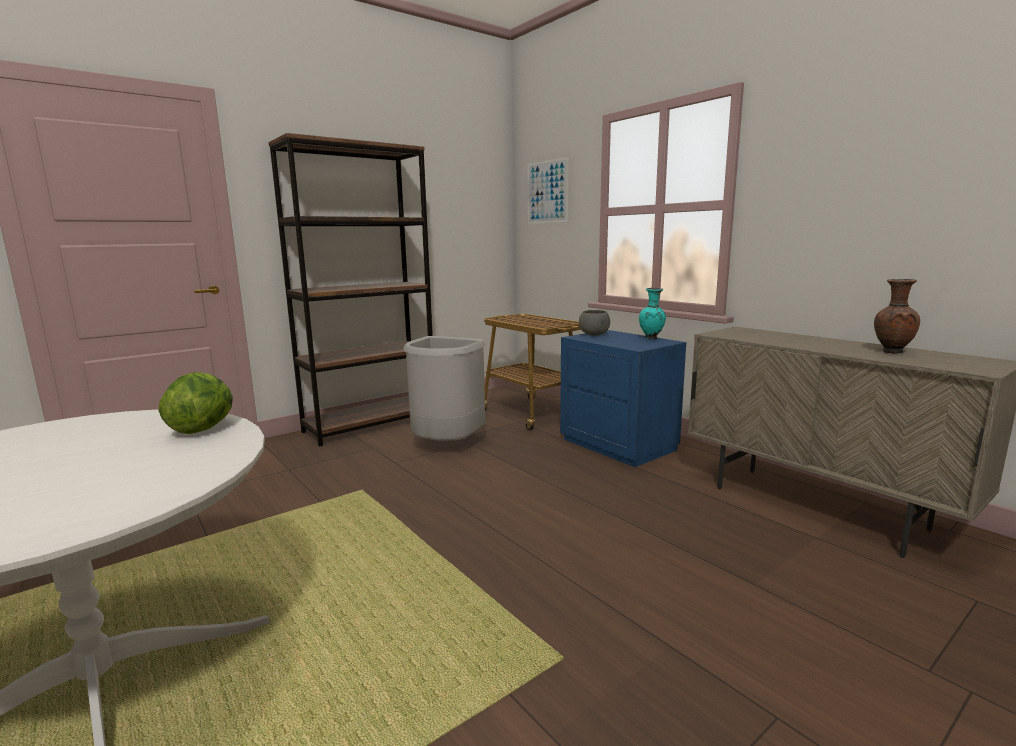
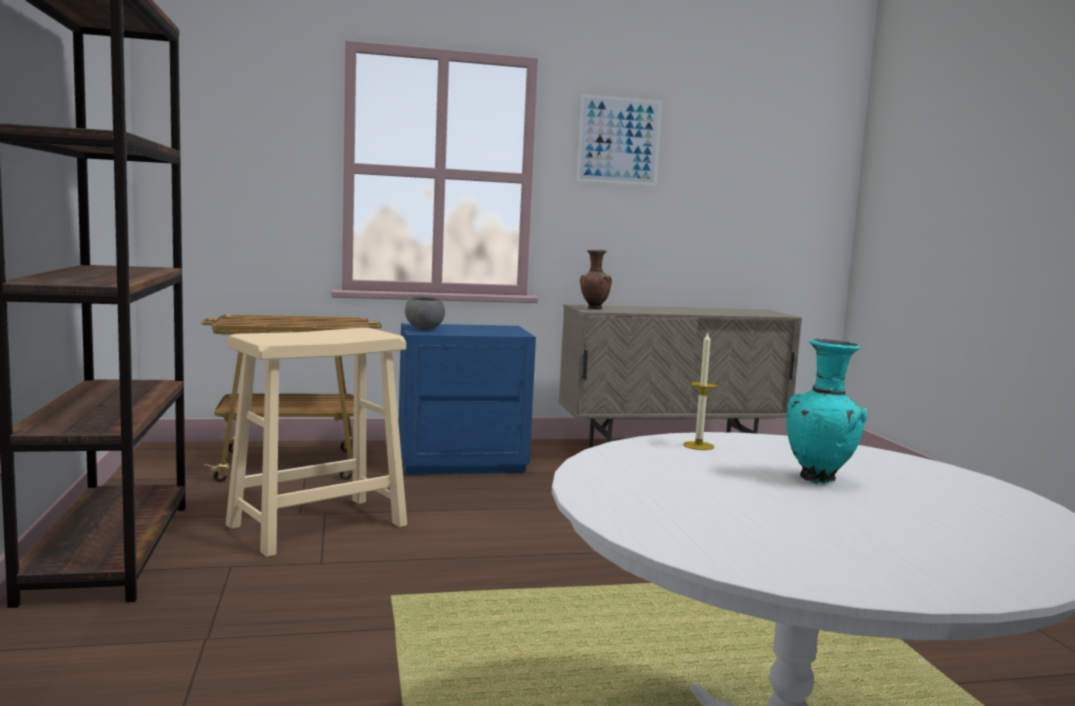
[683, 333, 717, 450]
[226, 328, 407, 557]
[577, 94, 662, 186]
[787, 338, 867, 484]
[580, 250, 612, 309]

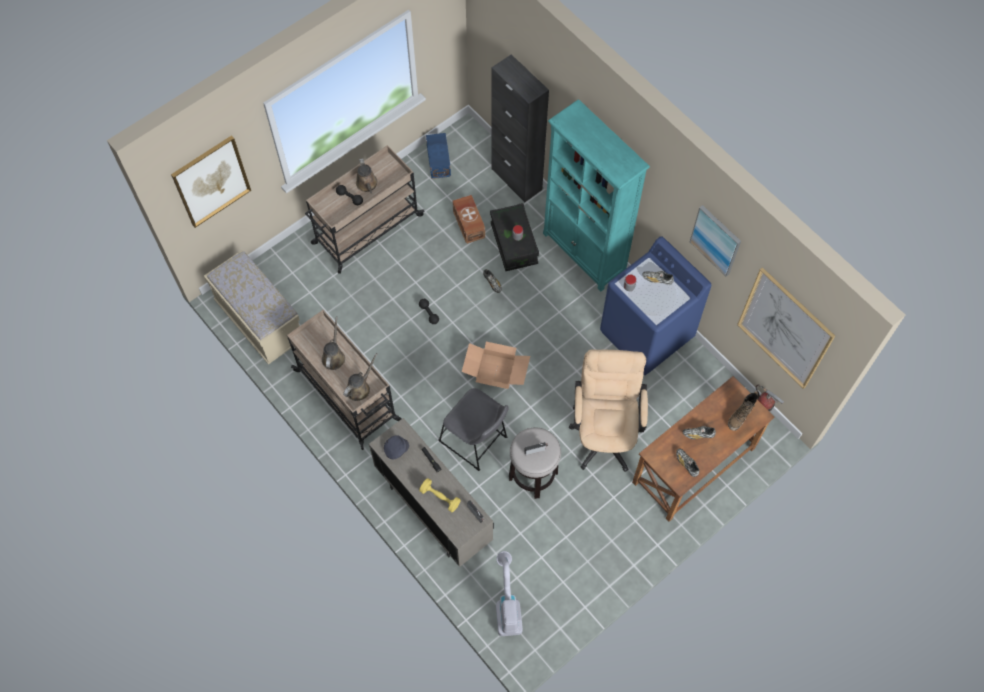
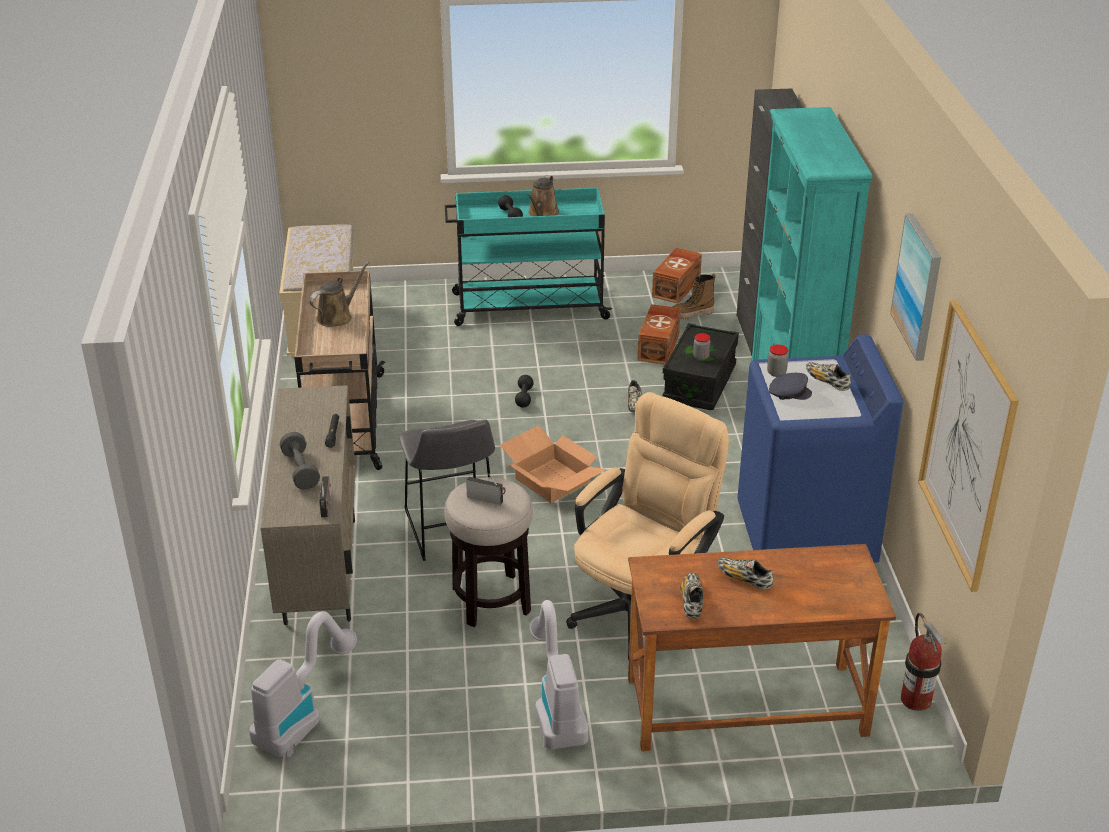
[171, 135, 251, 228] (first image)
[445, 188, 612, 326]
[343, 353, 377, 401] (first image)
[769, 373, 812, 400]
[280, 432, 320, 490]
[652, 248, 702, 304]
[673, 273, 716, 319]
[529, 600, 588, 749]

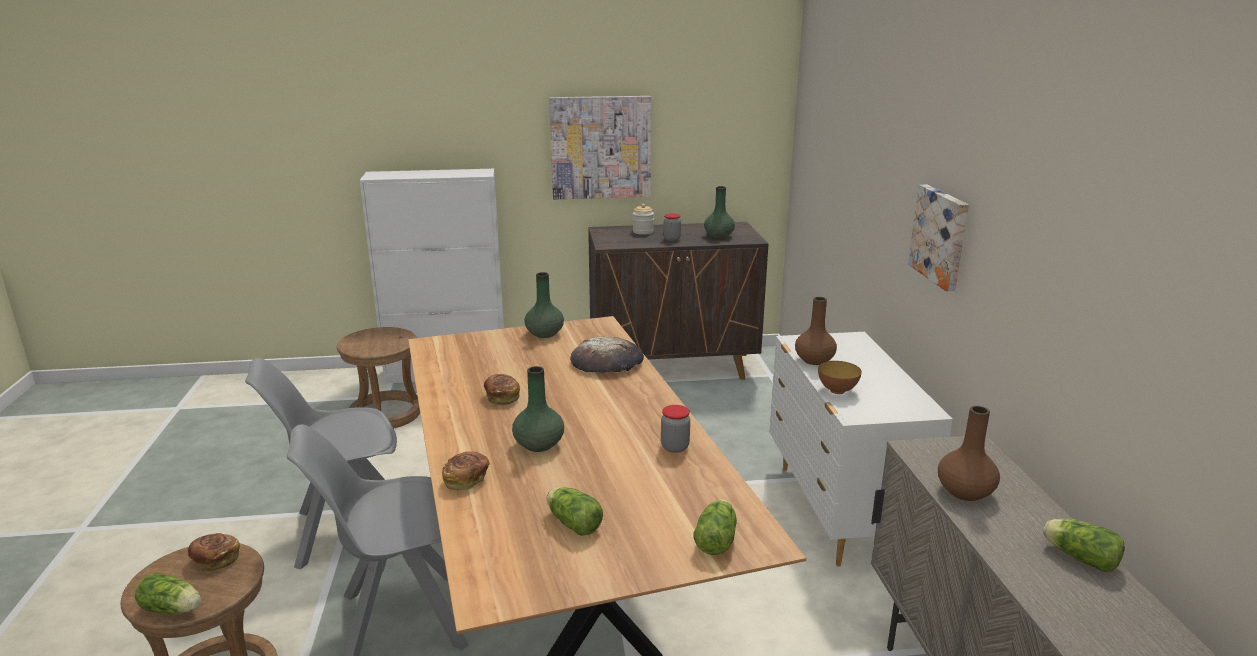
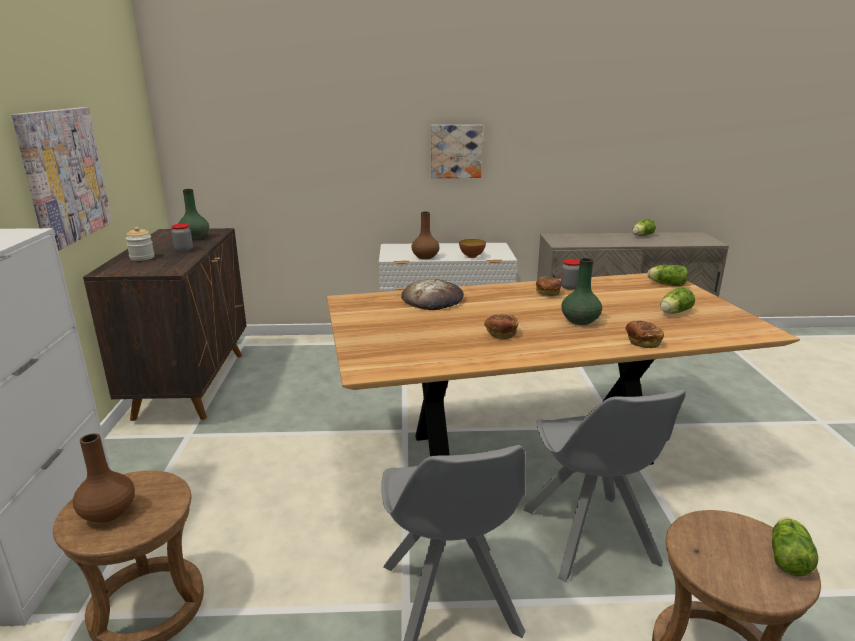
[535, 276, 561, 296]
[525, 272, 564, 338] (first image)
[73, 433, 135, 523]

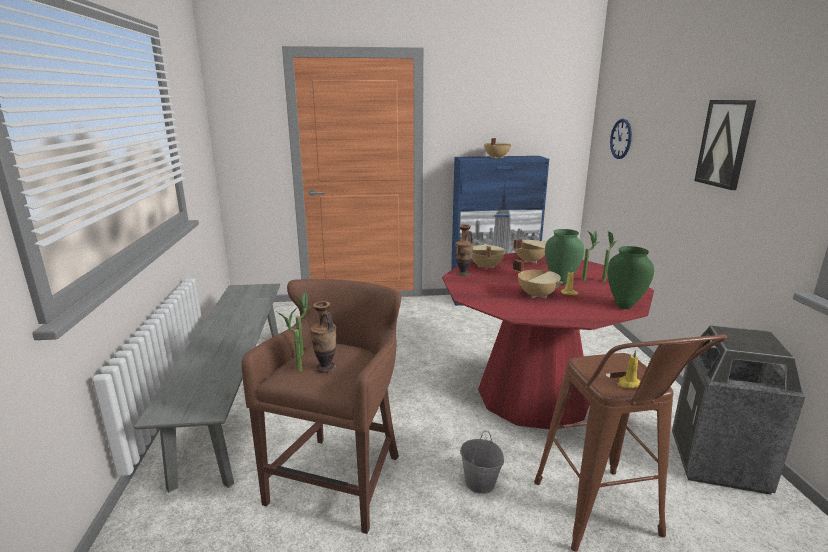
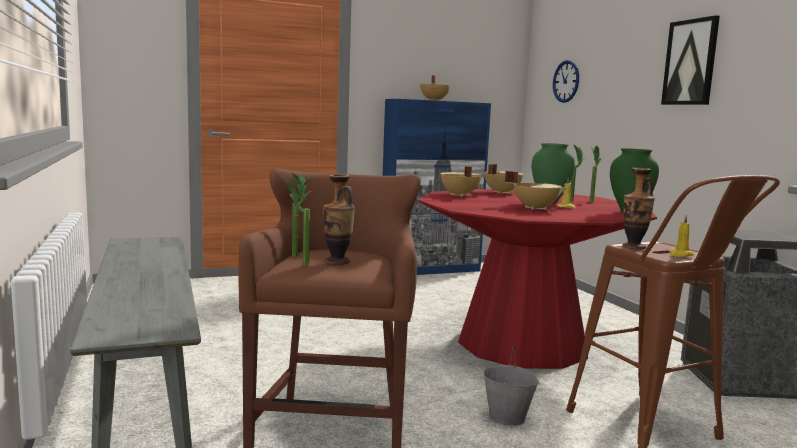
[622, 168, 655, 250]

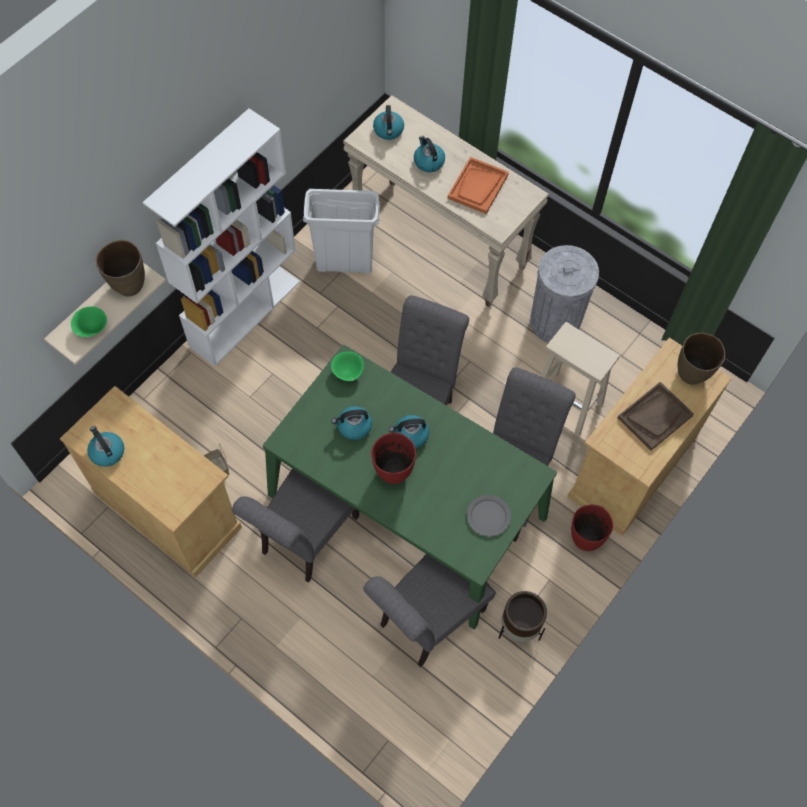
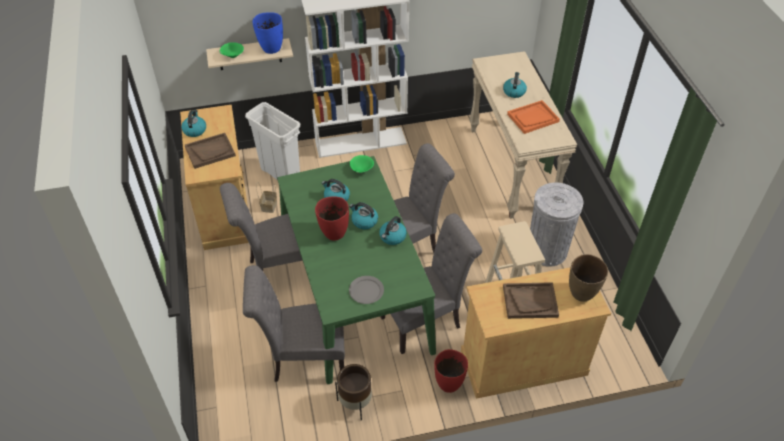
[252, 12, 283, 54]
[245, 102, 300, 180]
[379, 216, 407, 245]
[185, 133, 236, 169]

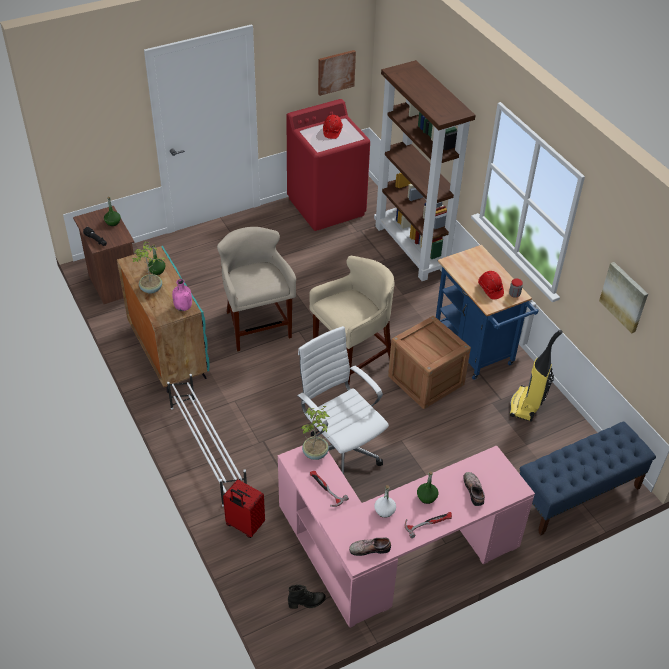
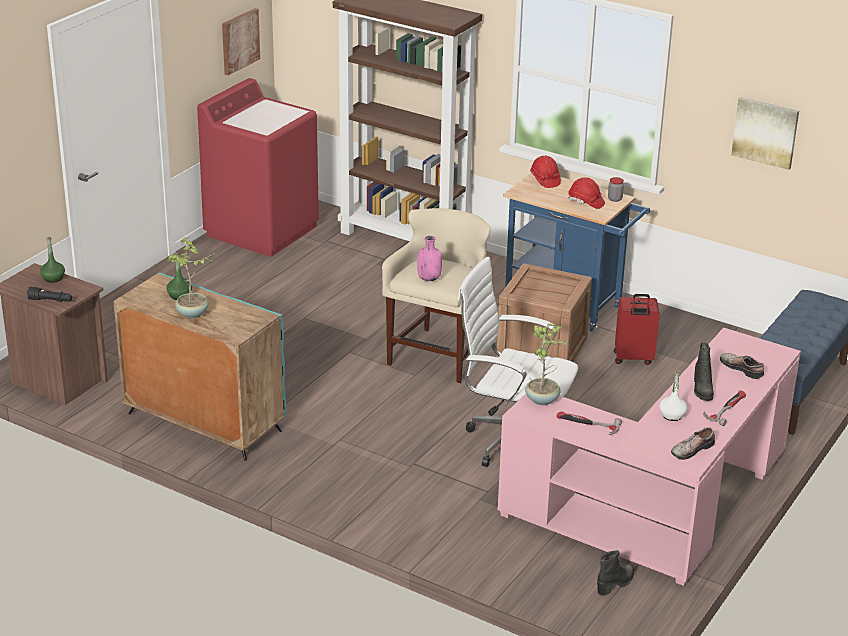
[167, 374, 247, 506] (first image)
[417, 236, 442, 281]
[217, 227, 296, 352] (first image)
[614, 294, 660, 365]
[530, 156, 561, 188]
[694, 342, 714, 401]
[509, 330, 562, 421] (first image)

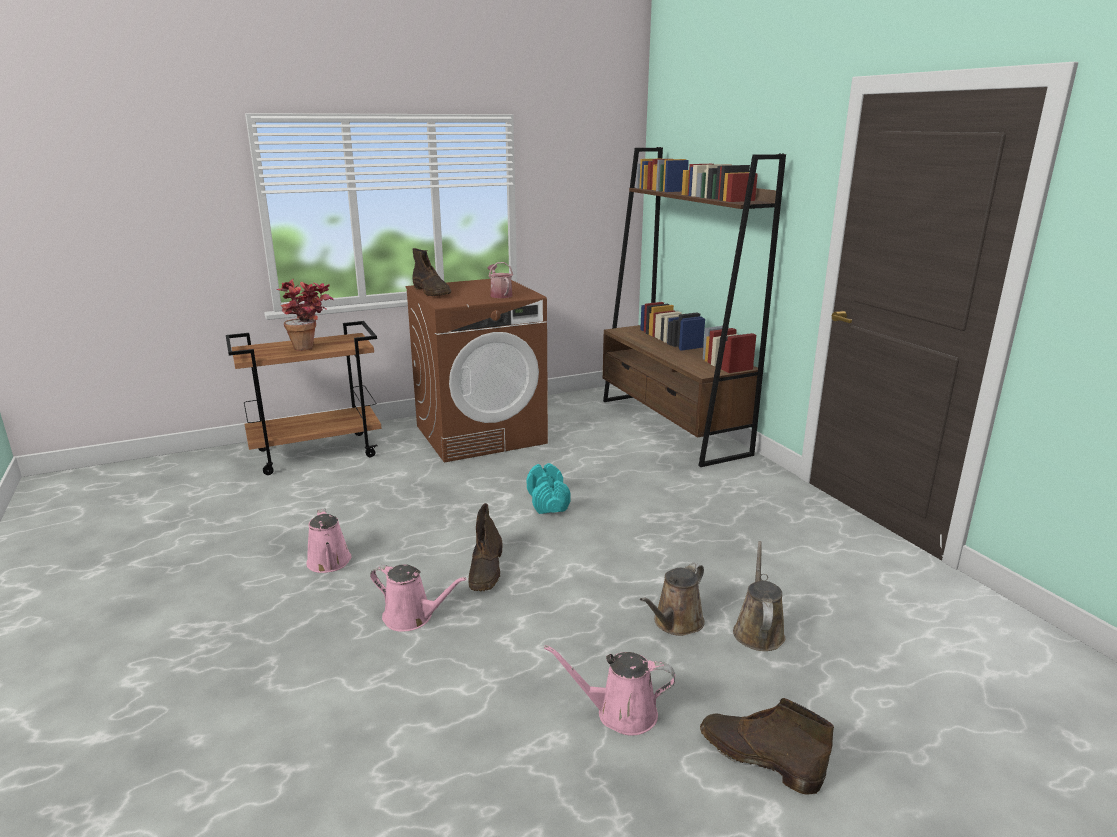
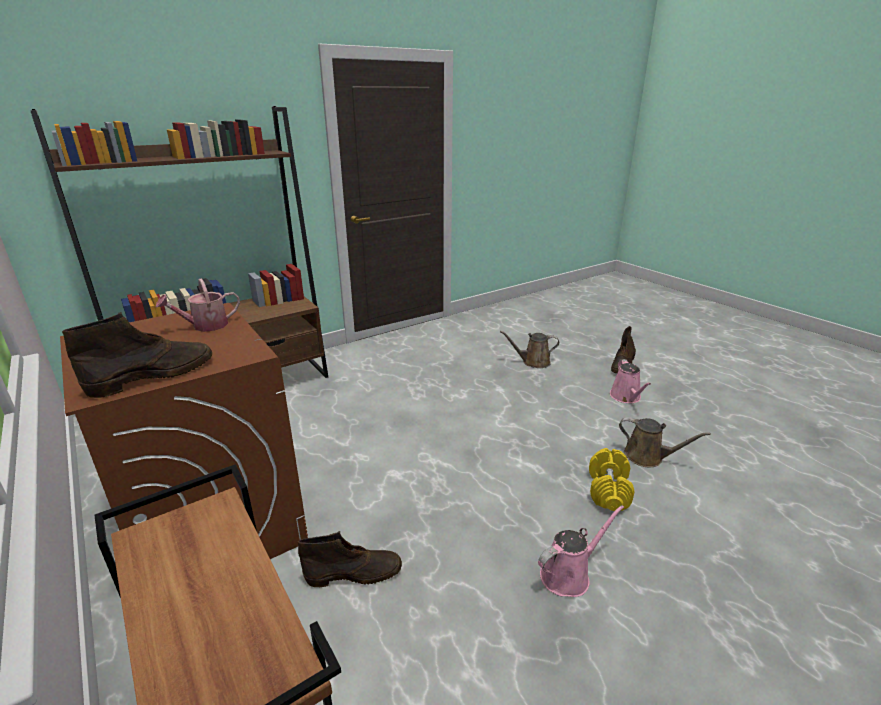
[276, 279, 334, 351] (first image)
[589, 448, 634, 511]
[298, 531, 402, 587]
[527, 463, 570, 514] (first image)
[619, 417, 711, 467]

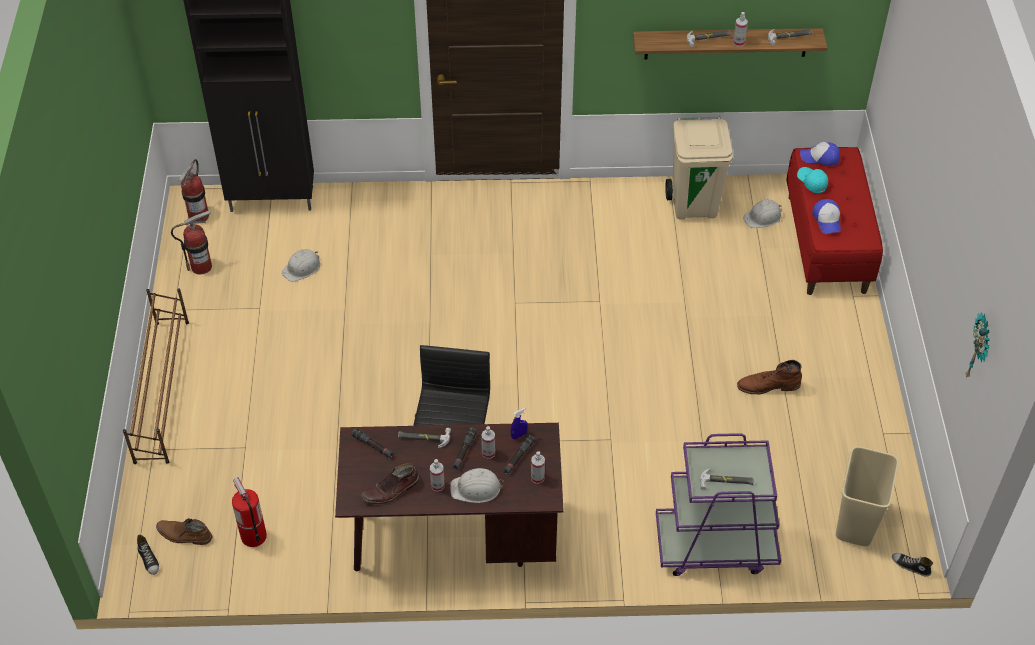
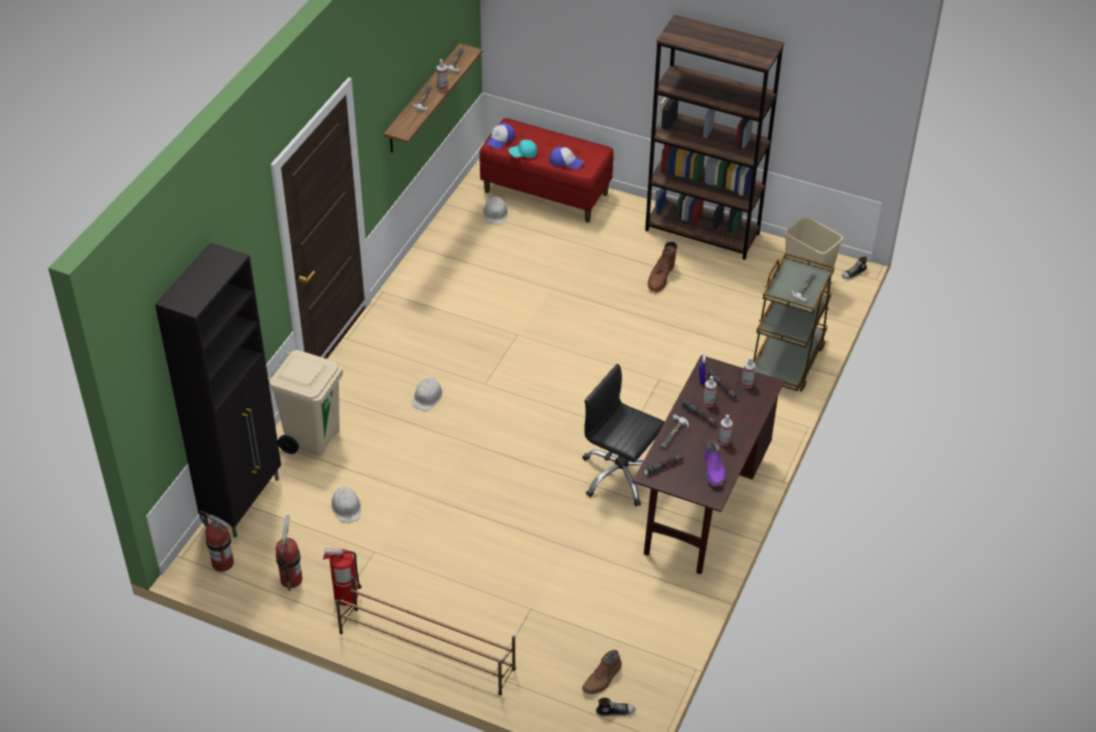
[323, 549, 362, 606]
[704, 439, 726, 486]
[412, 378, 443, 411]
[753, 253, 835, 392]
[268, 350, 343, 456]
[965, 312, 990, 378] (first image)
[645, 15, 784, 260]

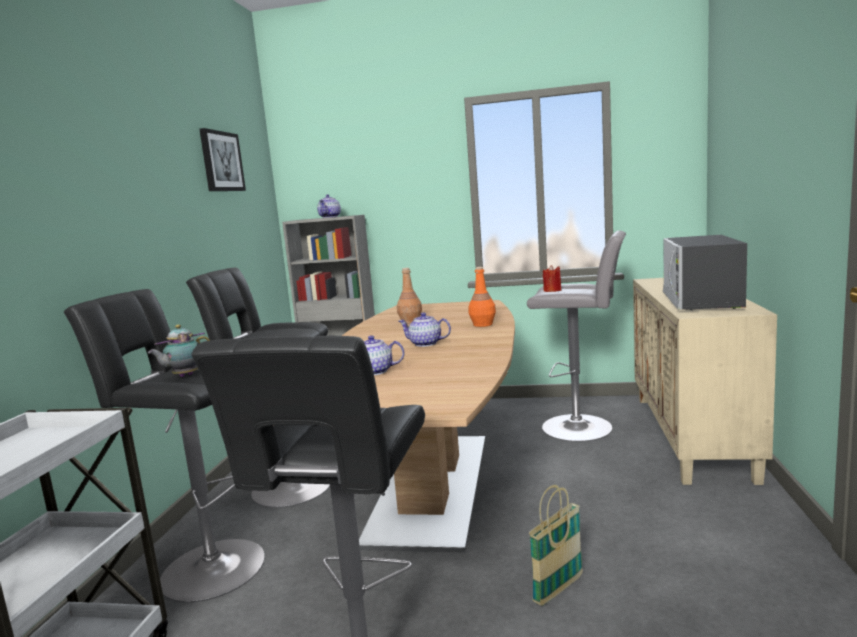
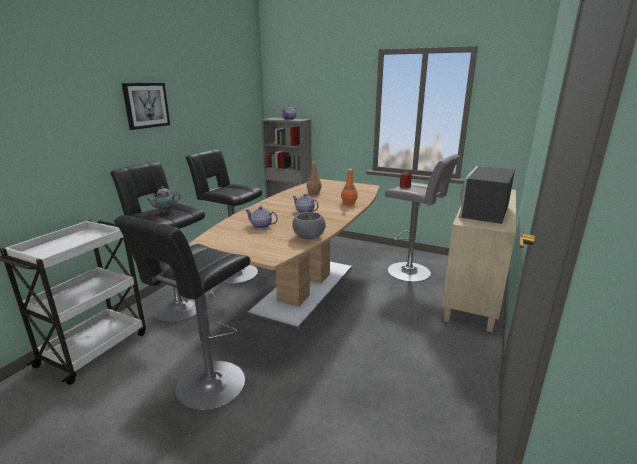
[122, 83, 170, 130]
[529, 485, 583, 606] (first image)
[292, 212, 325, 239]

